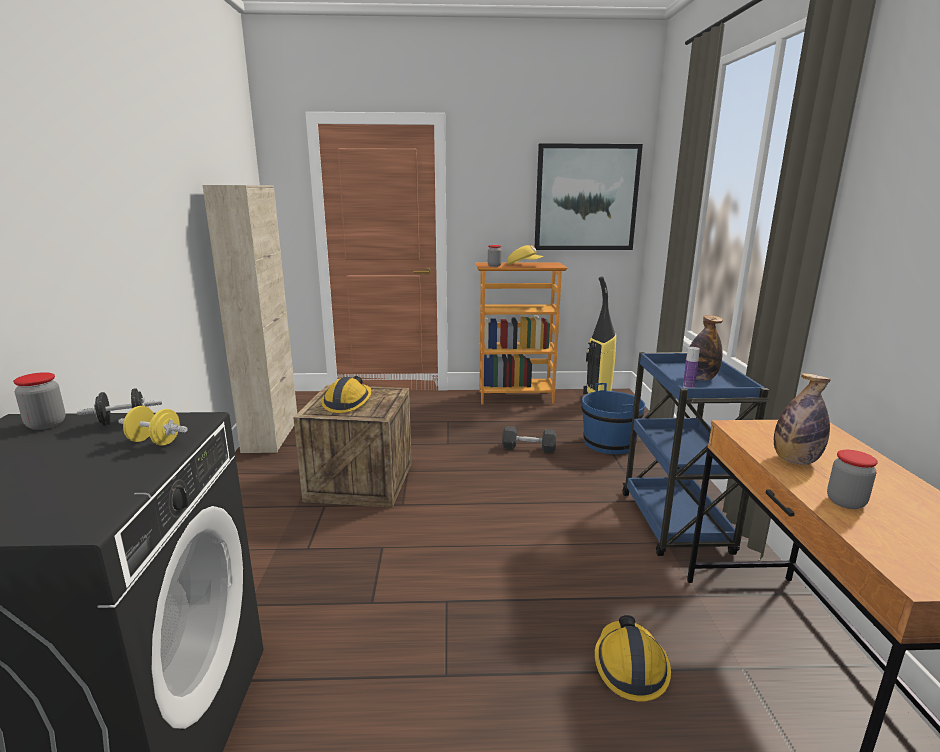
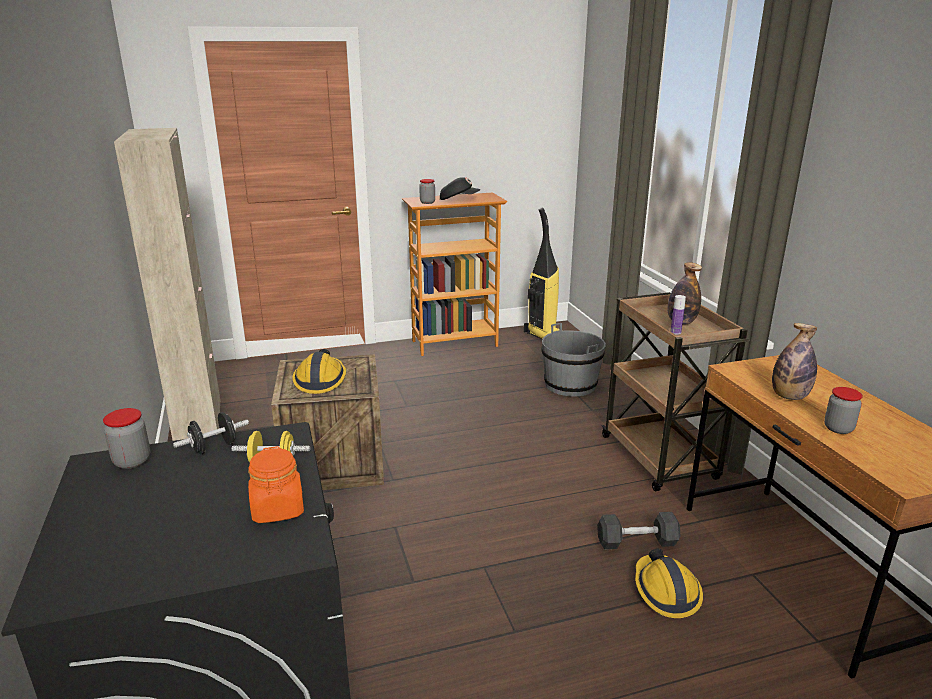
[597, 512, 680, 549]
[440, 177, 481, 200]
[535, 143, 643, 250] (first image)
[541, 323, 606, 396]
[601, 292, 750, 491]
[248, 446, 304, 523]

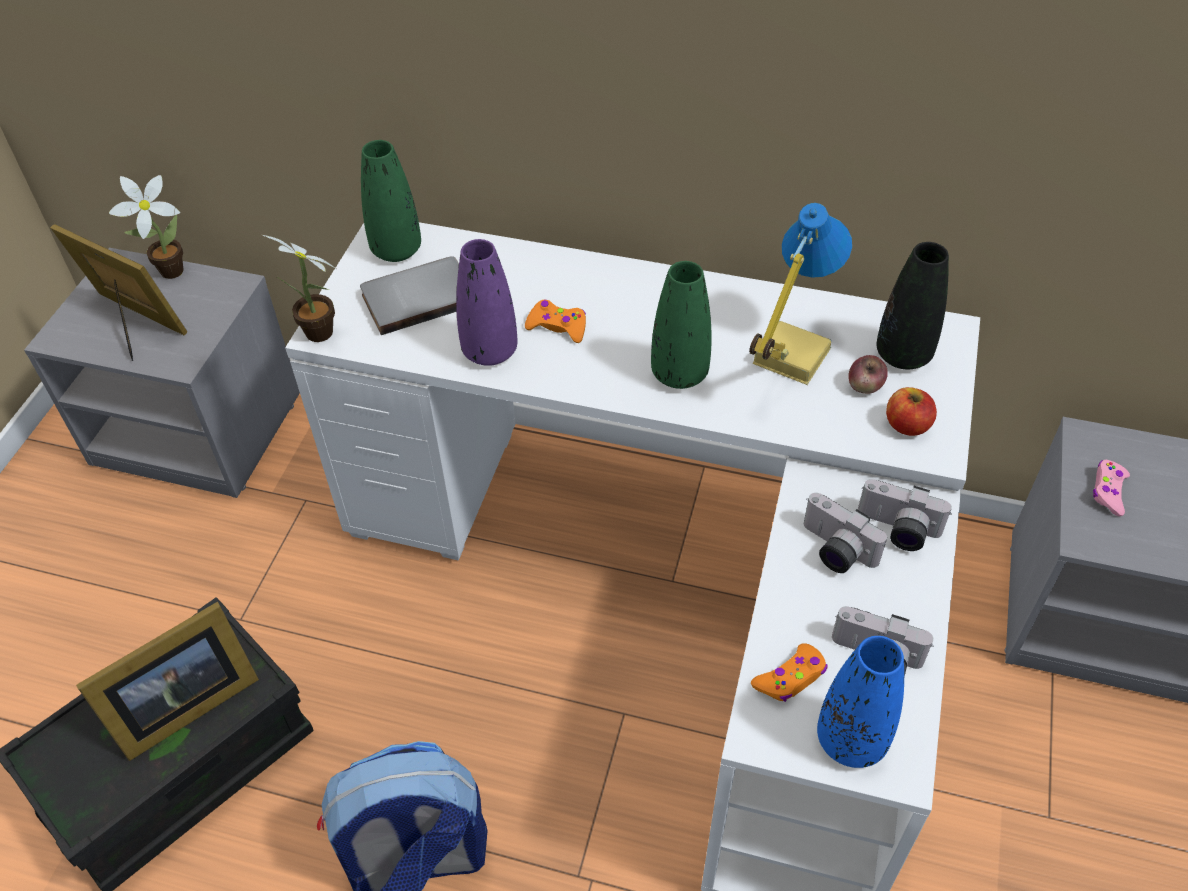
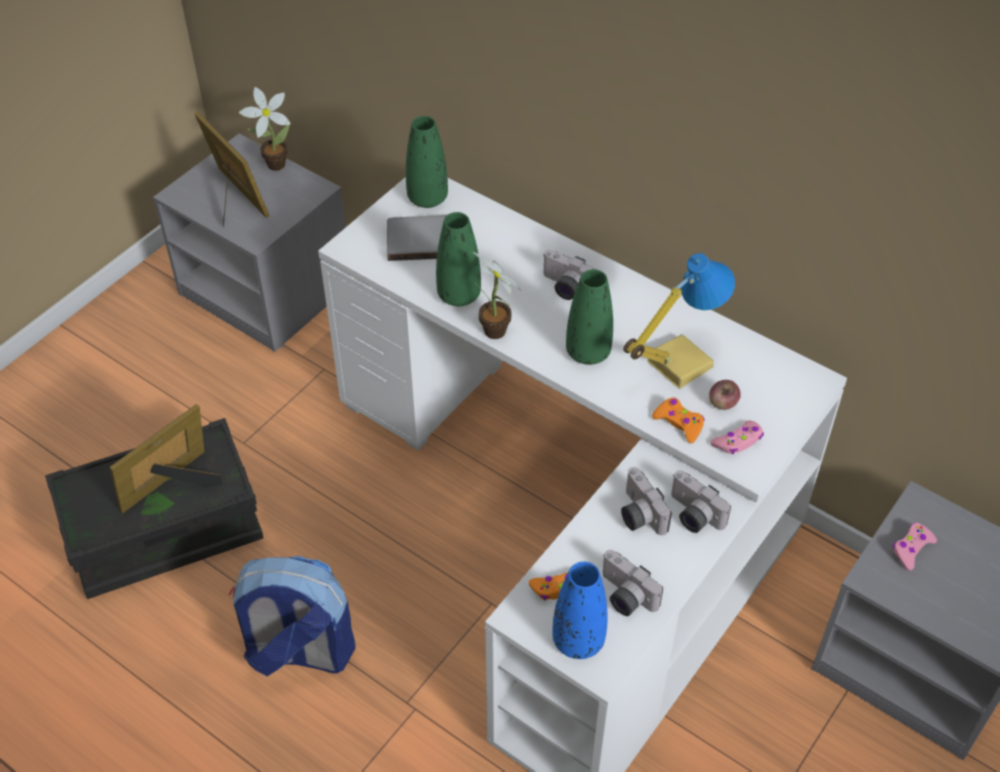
[110, 404, 223, 514]
[473, 252, 521, 339]
[436, 212, 481, 306]
[652, 397, 705, 443]
[876, 242, 949, 369] (first image)
[710, 420, 764, 454]
[544, 250, 597, 300]

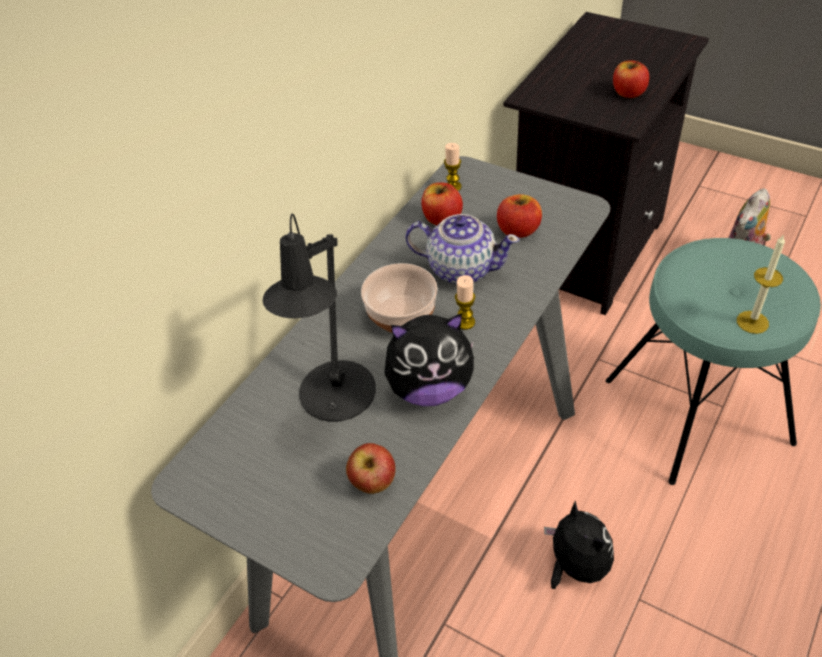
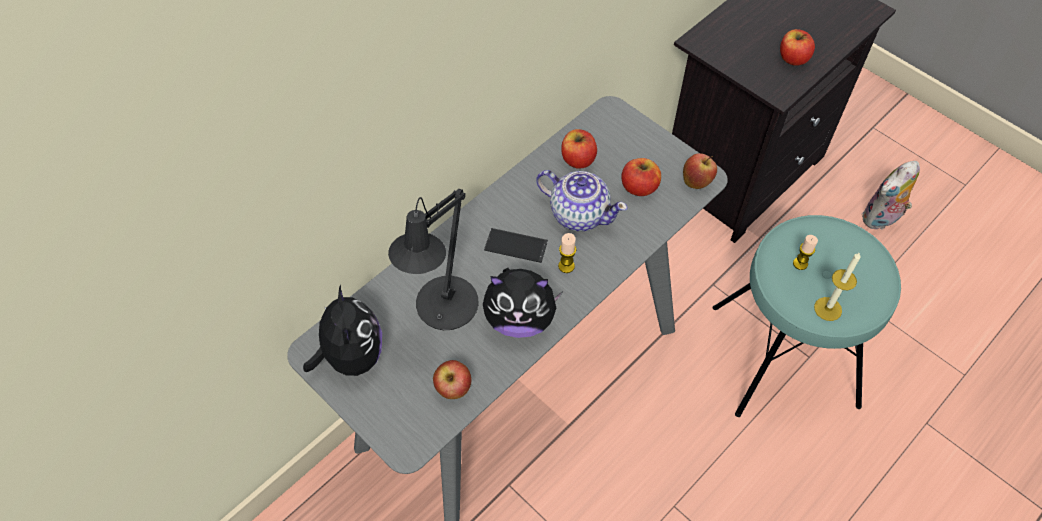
[484, 228, 548, 263]
[793, 235, 818, 270]
[303, 285, 382, 376]
[683, 153, 717, 189]

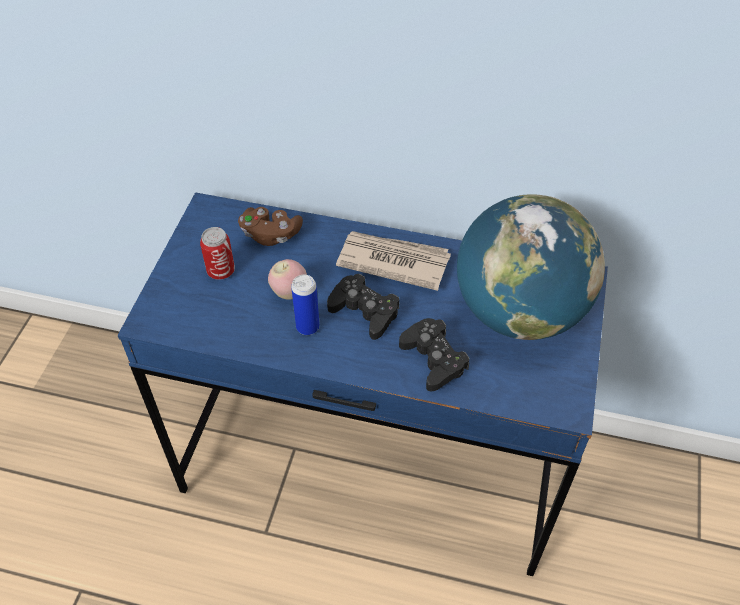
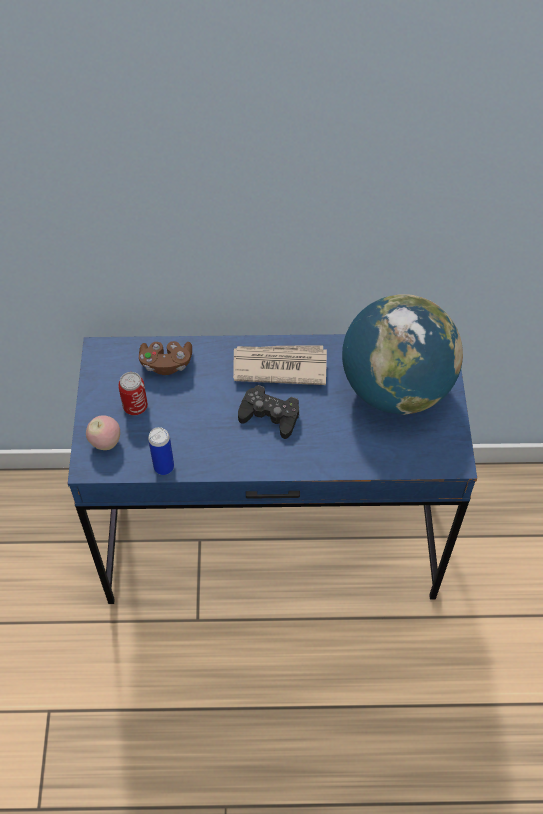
[86, 415, 120, 450]
[148, 427, 174, 475]
[399, 318, 469, 392] (first image)

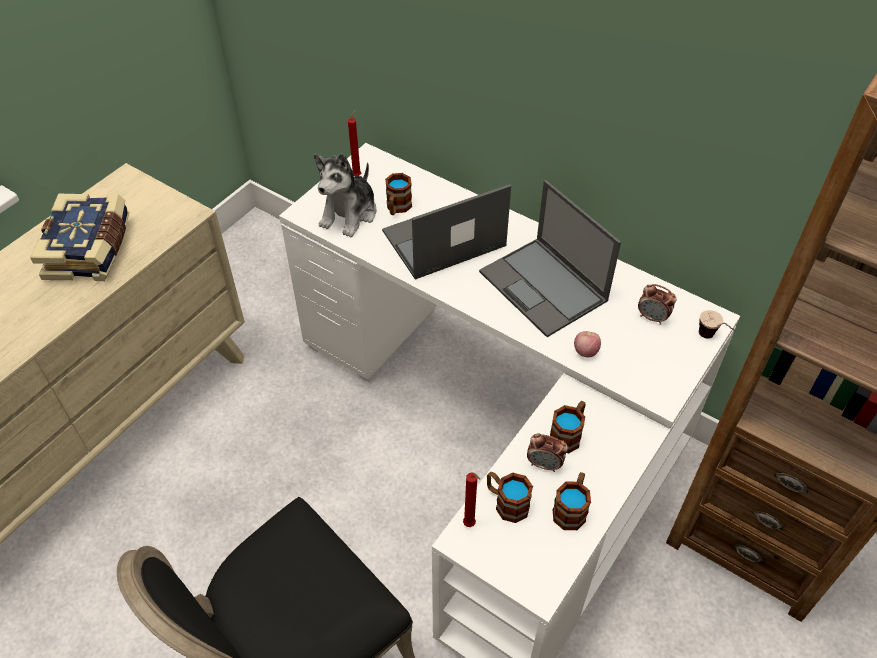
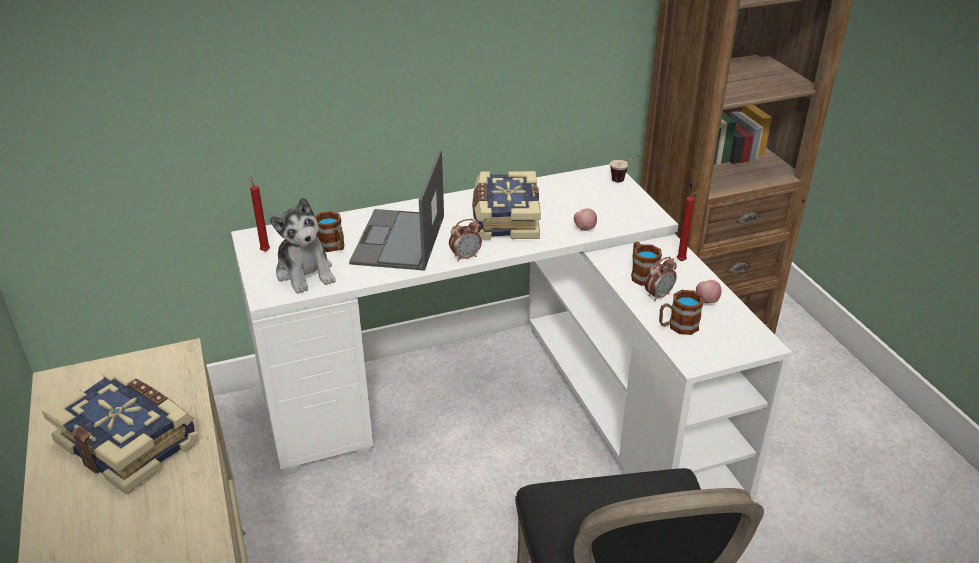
[677, 190, 700, 261]
[472, 171, 541, 240]
[696, 280, 722, 303]
[449, 219, 482, 262]

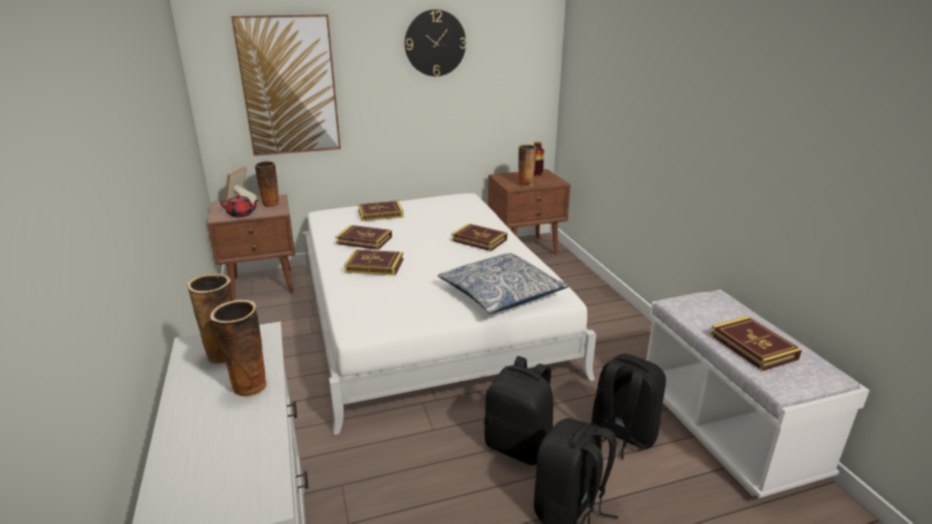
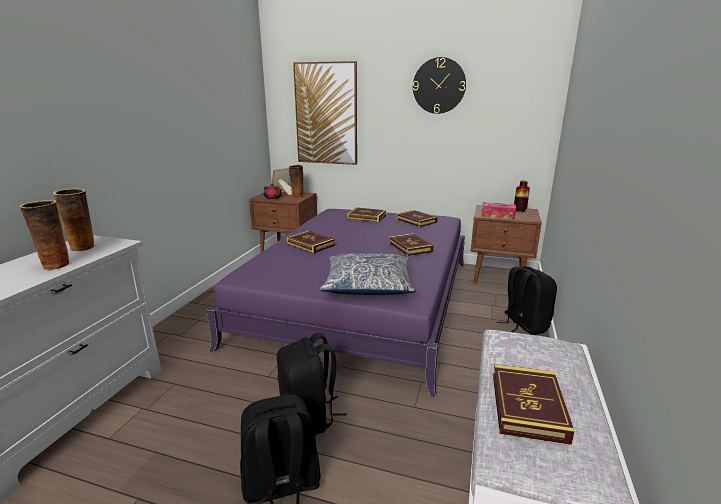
[207, 209, 465, 397]
[396, 210, 438, 227]
[482, 202, 516, 219]
[497, 266, 557, 335]

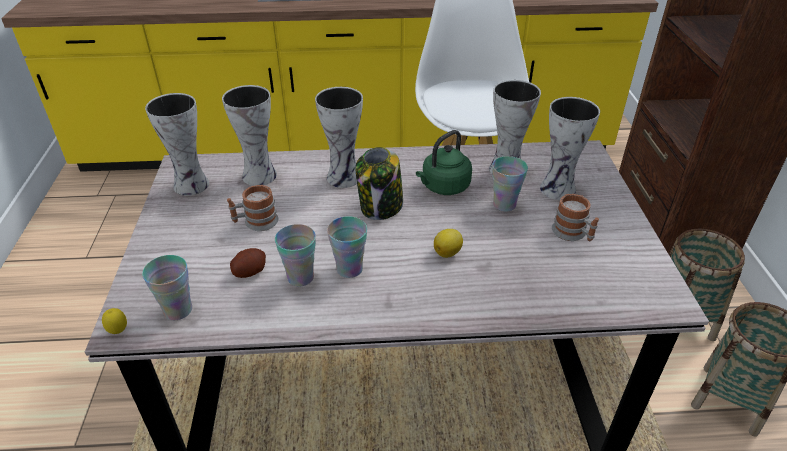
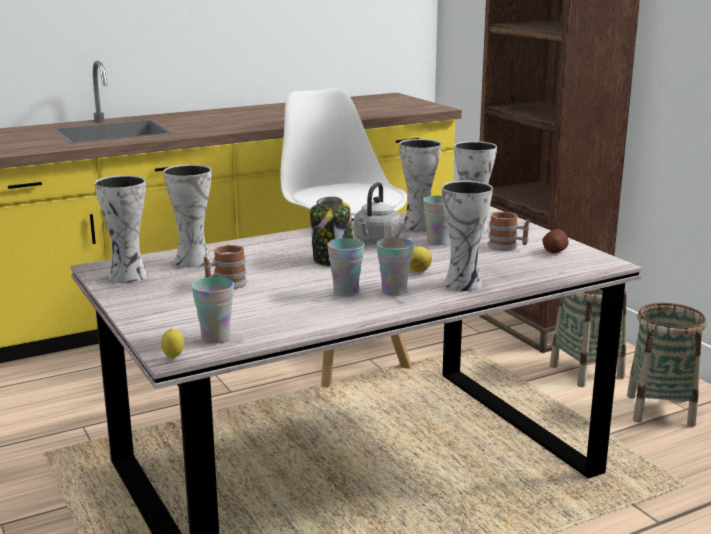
[542, 229, 569, 253]
[377, 238, 414, 296]
[442, 181, 493, 291]
[354, 182, 401, 244]

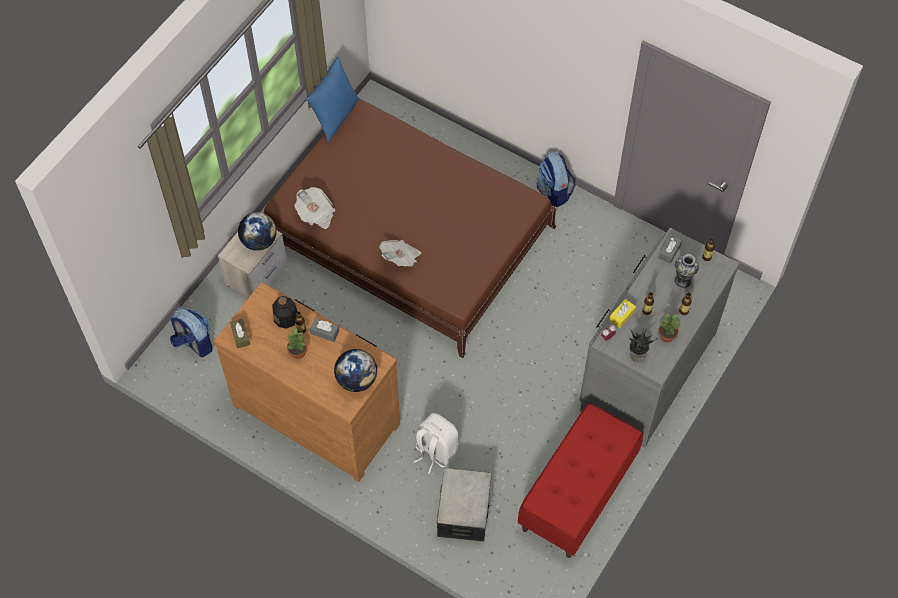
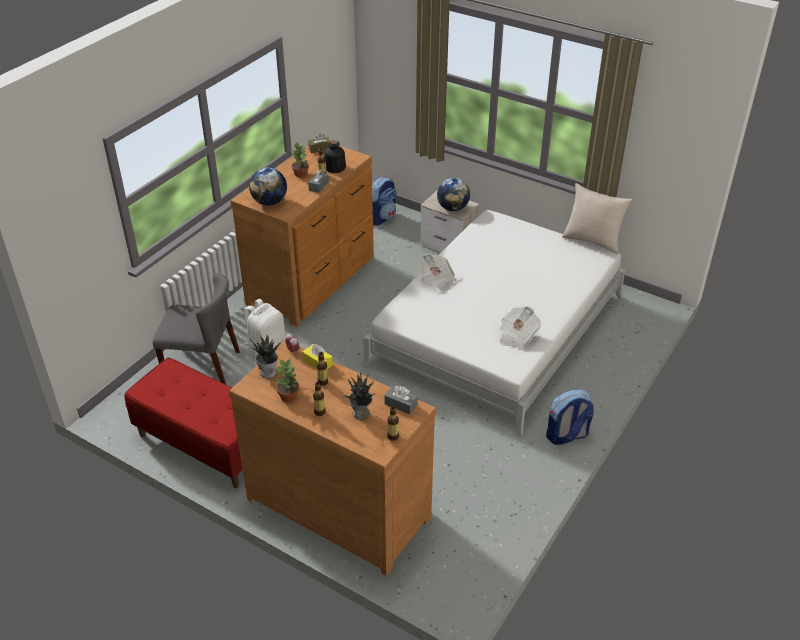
[362, 210, 626, 436]
[500, 306, 541, 348]
[562, 183, 633, 254]
[153, 273, 240, 385]
[229, 340, 436, 576]
[341, 372, 376, 419]

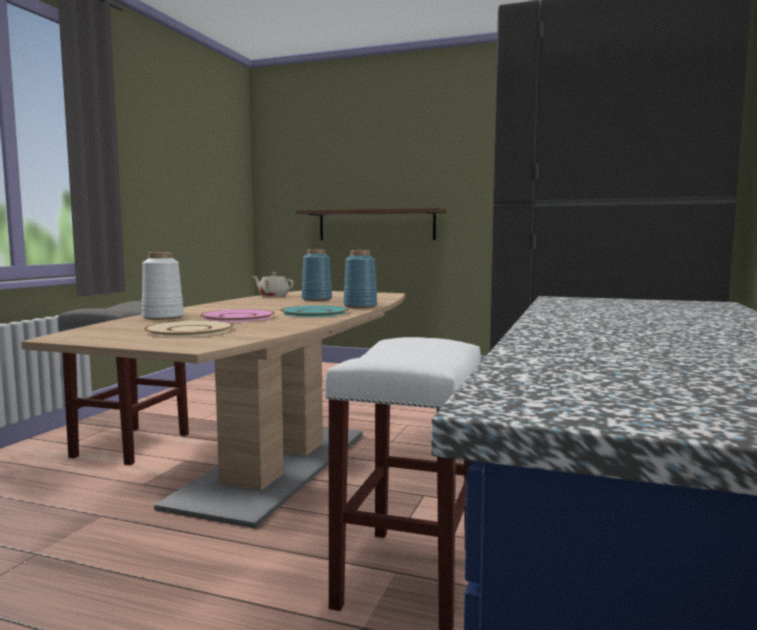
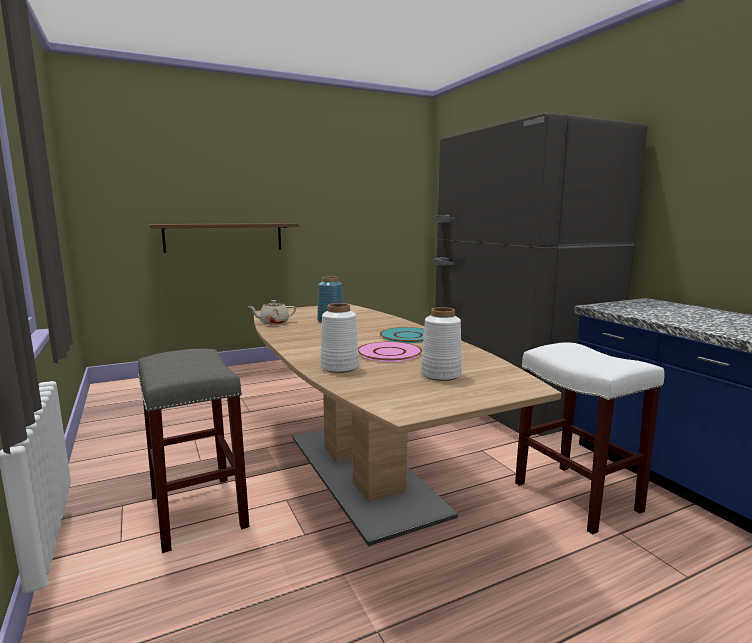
[421, 307, 462, 381]
[343, 250, 377, 308] (first image)

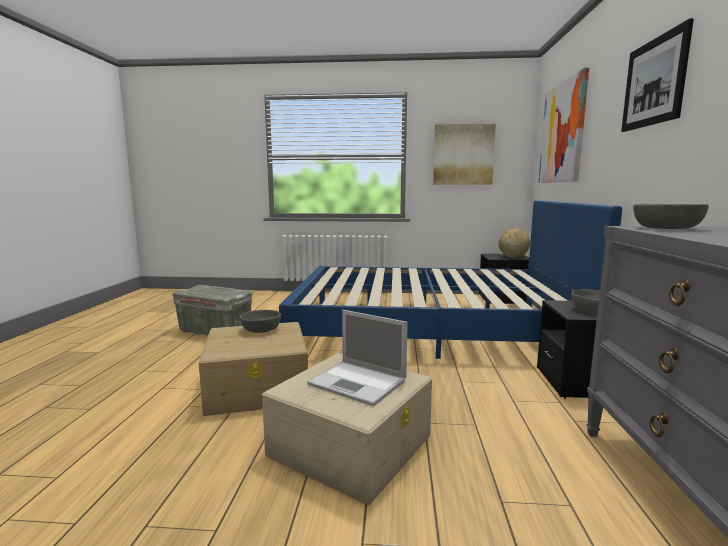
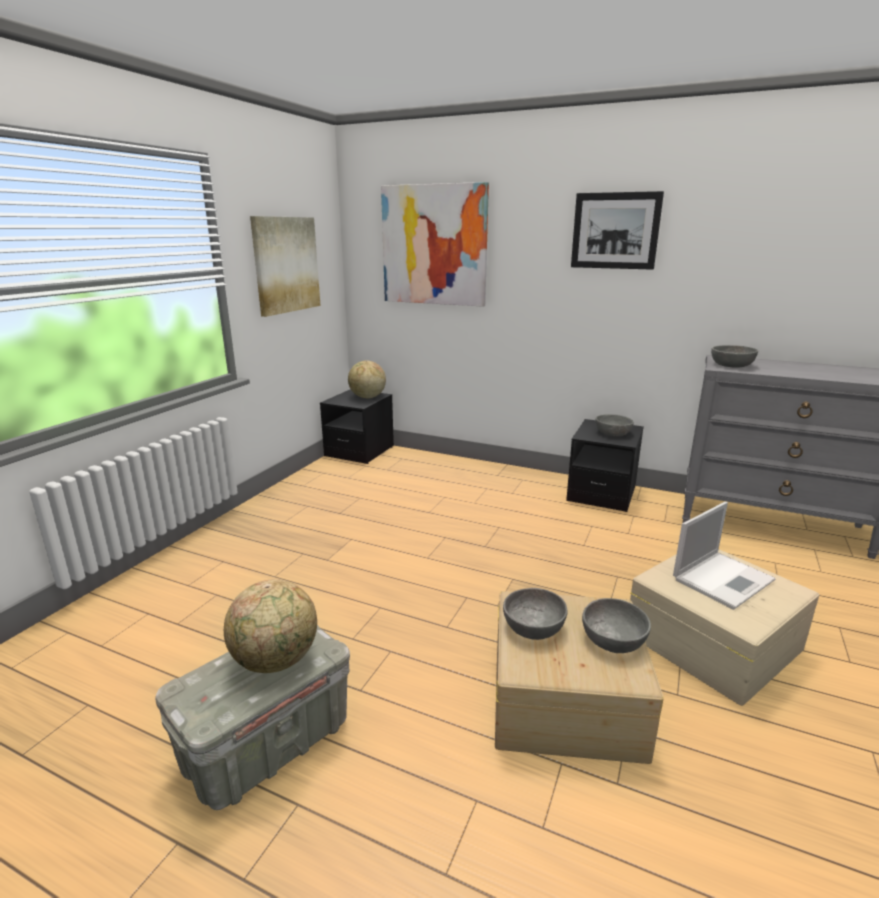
[279, 200, 622, 359] (first image)
[224, 579, 317, 673]
[582, 598, 651, 653]

